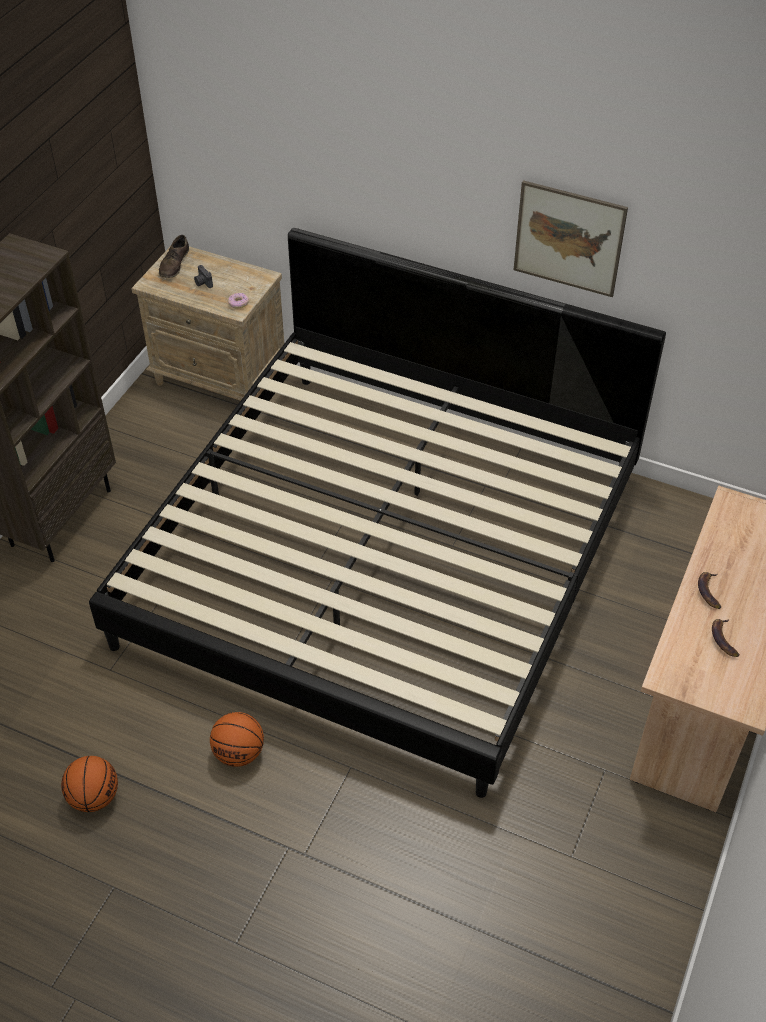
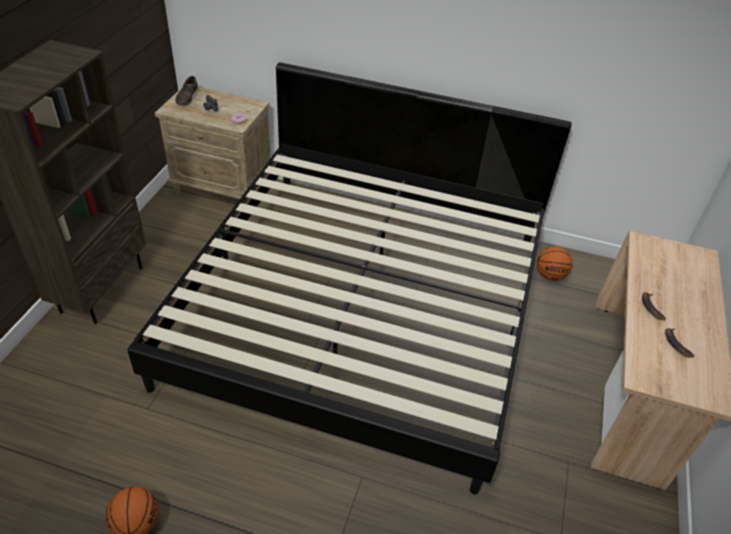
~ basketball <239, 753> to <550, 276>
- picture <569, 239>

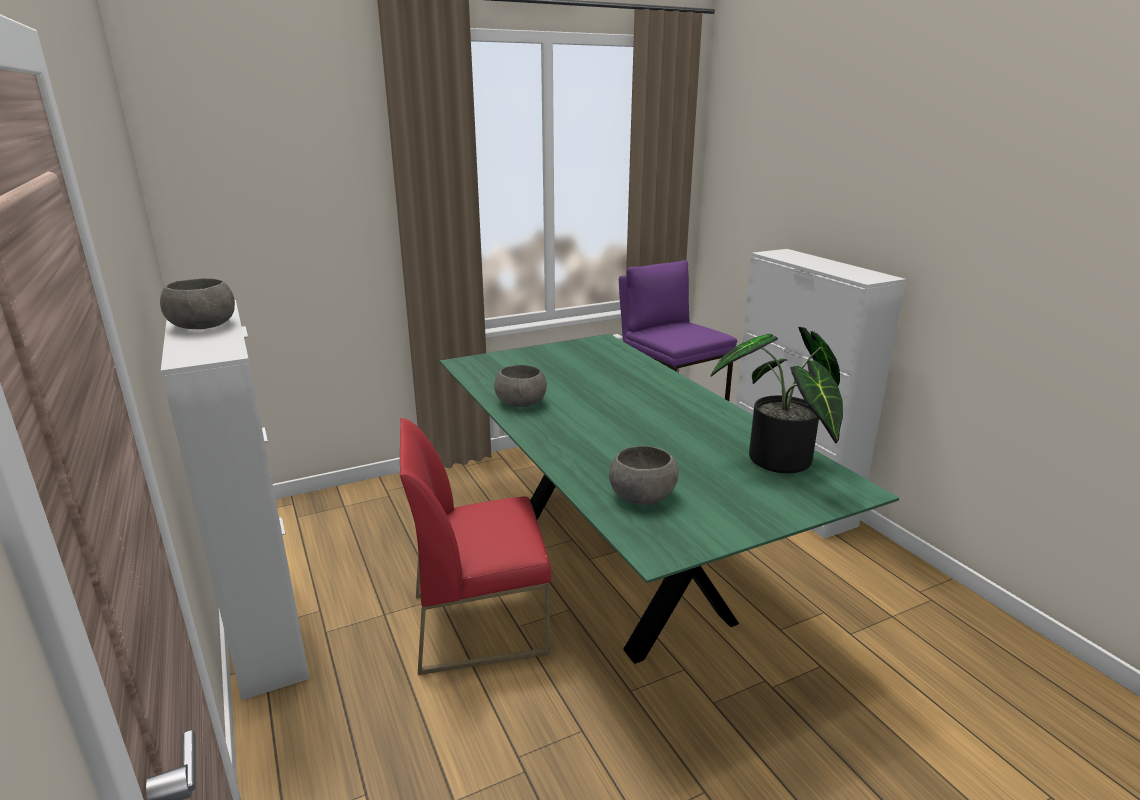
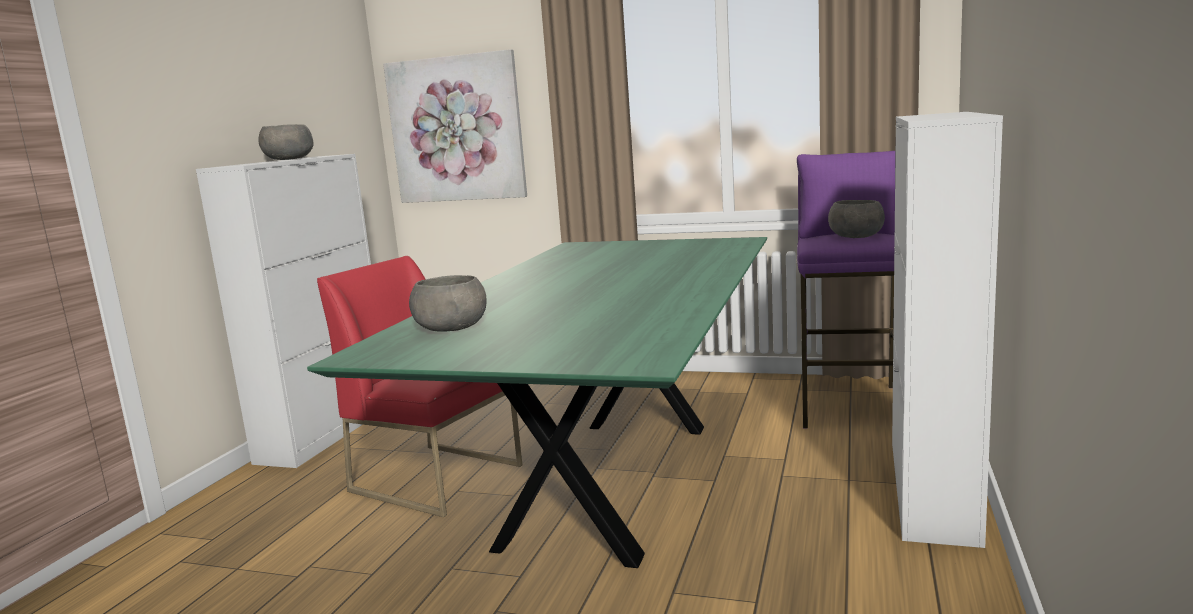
+ picture <456, 129>
~ grey bowl <521, 402> to <856, 236>
- potted plant <779, 463>

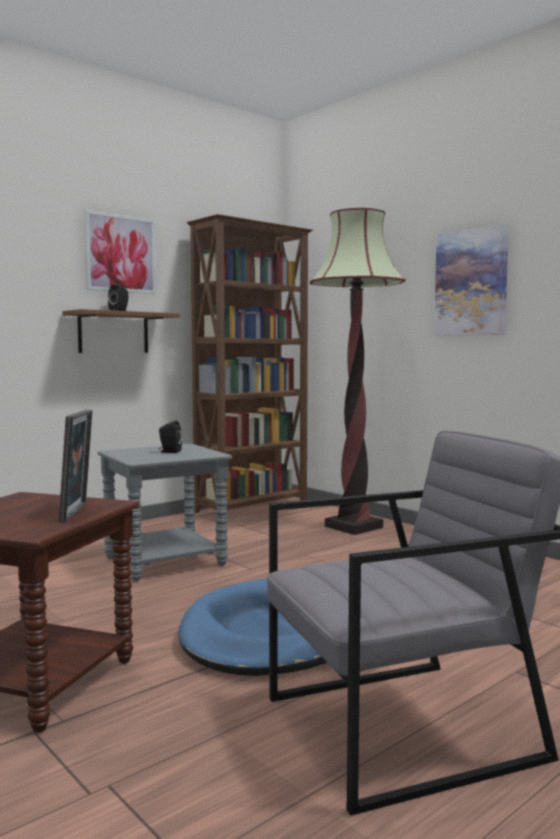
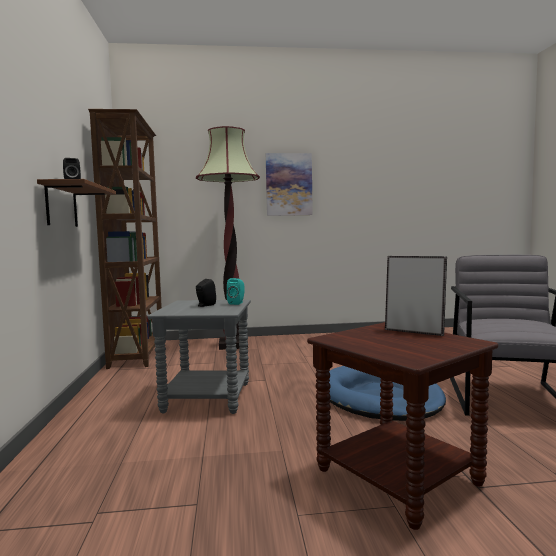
+ turquoise speaker <237, 303>
- picture <120, 254>

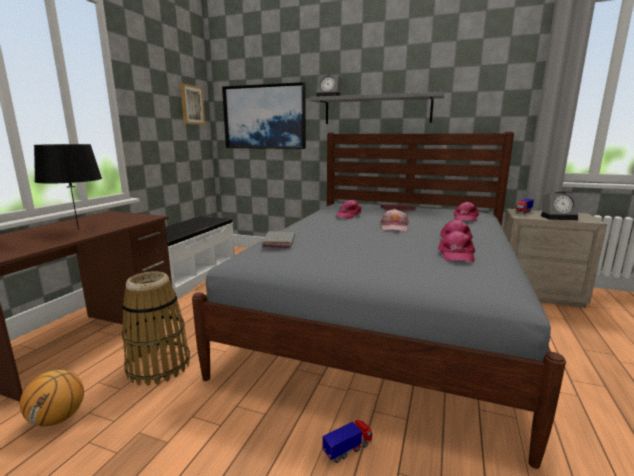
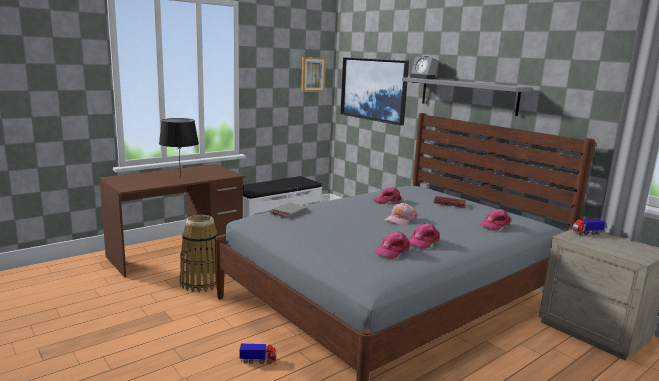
- basketball <58, 418>
- alarm clock <558, 217>

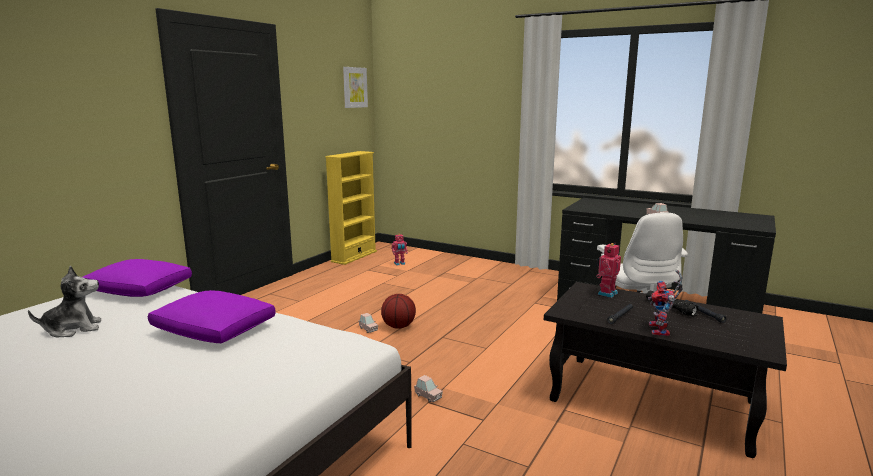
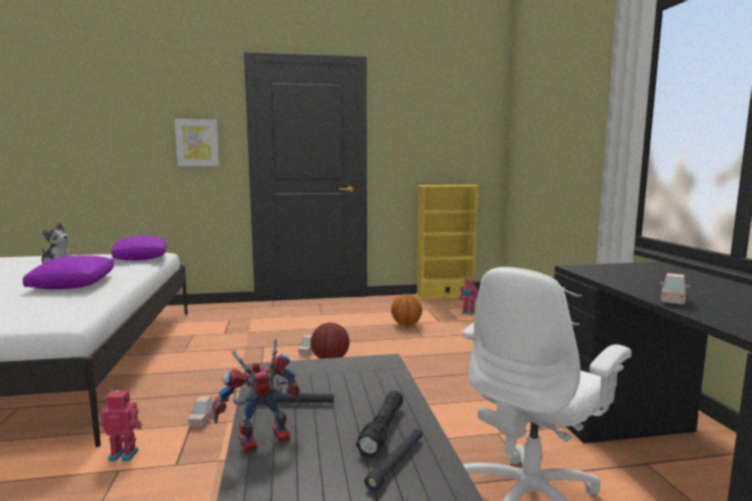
~ toy robot <606, 293> to <124, 454>
~ picture <354, 87> to <197, 142>
+ basketball <406, 324>

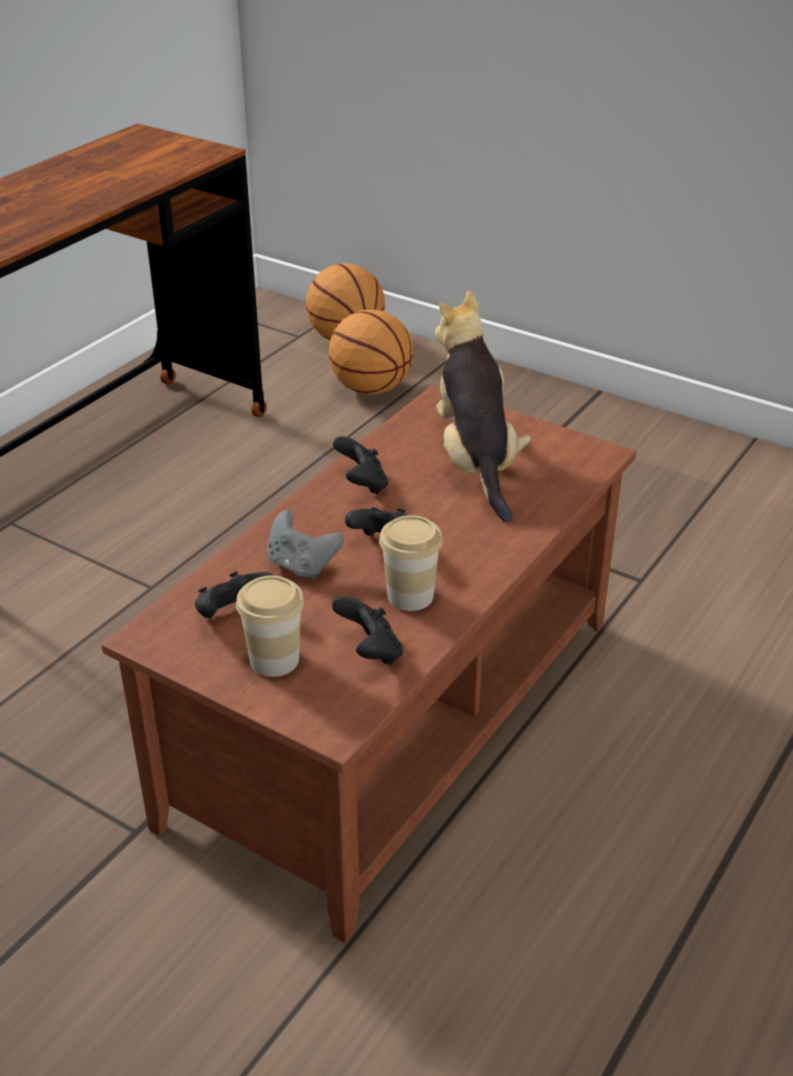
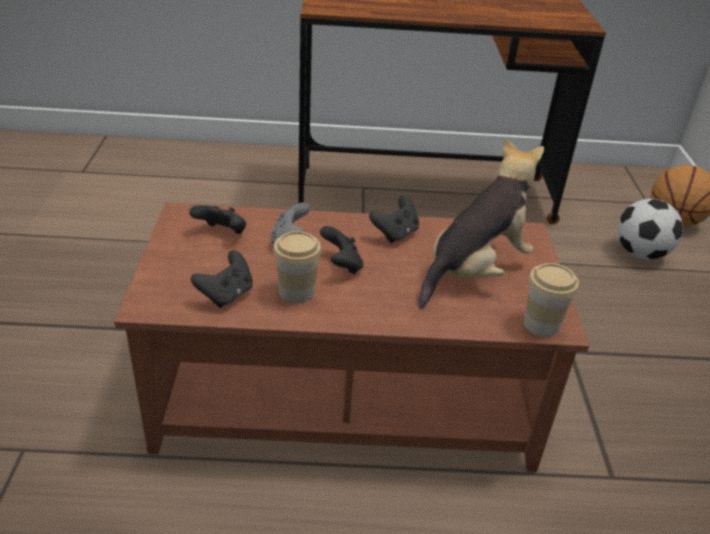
~ cup <274, 660> to <541, 325>
~ basketball <372, 389> to football <640, 253>

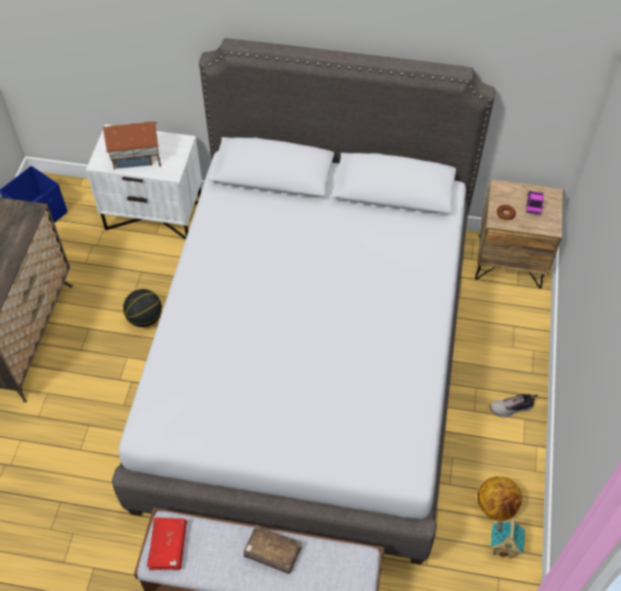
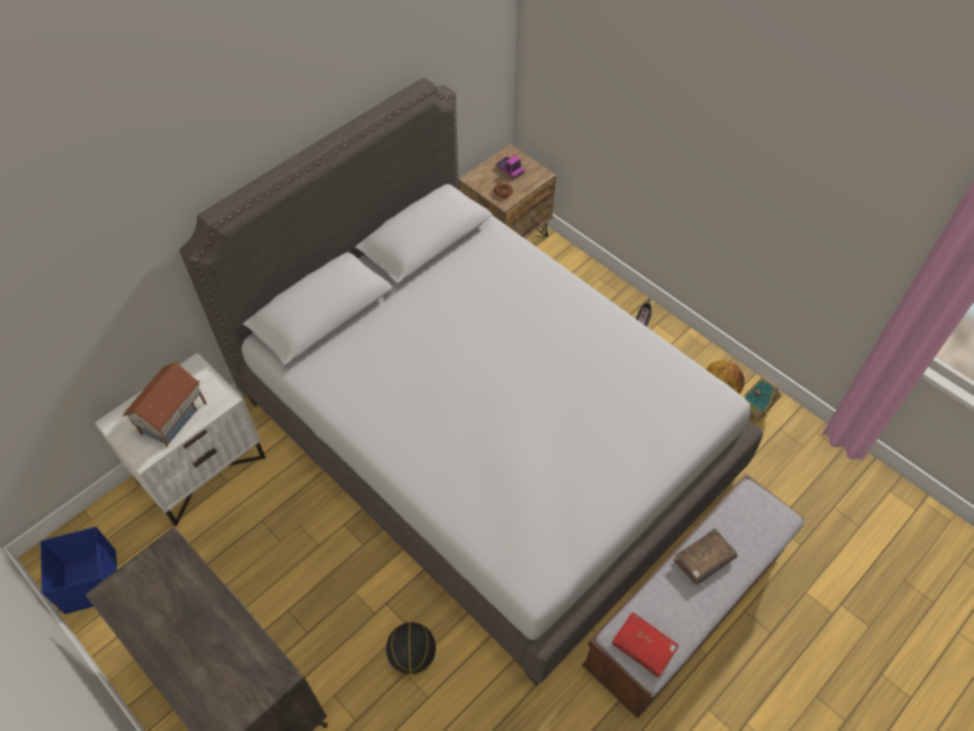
~ basketball <145, 318> to <412, 655>

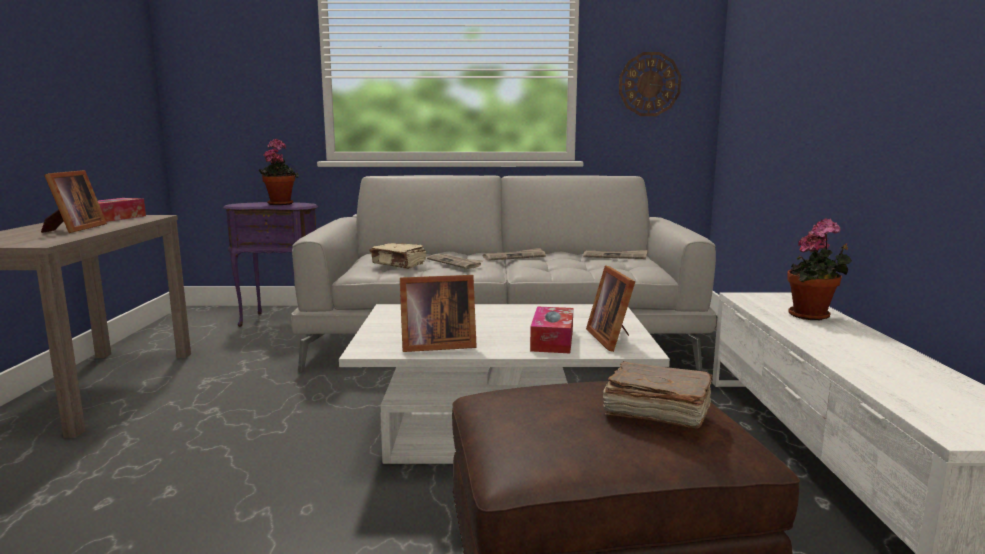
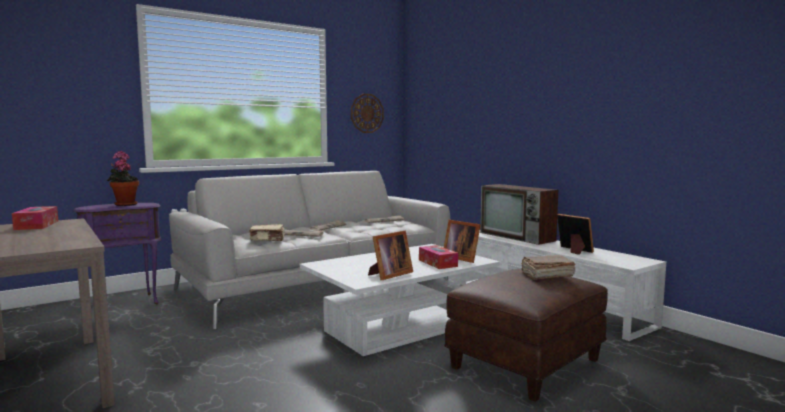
~ potted plant <812, 316> to television <518, 237>
~ picture frame <74, 229> to <573, 250>

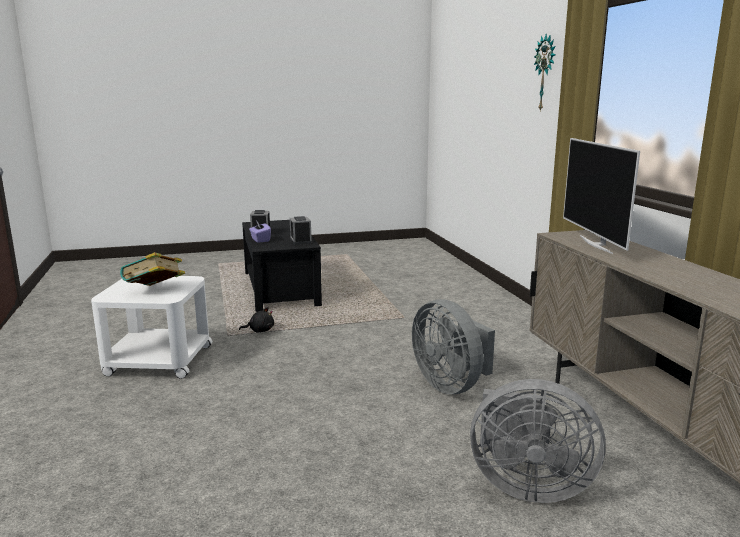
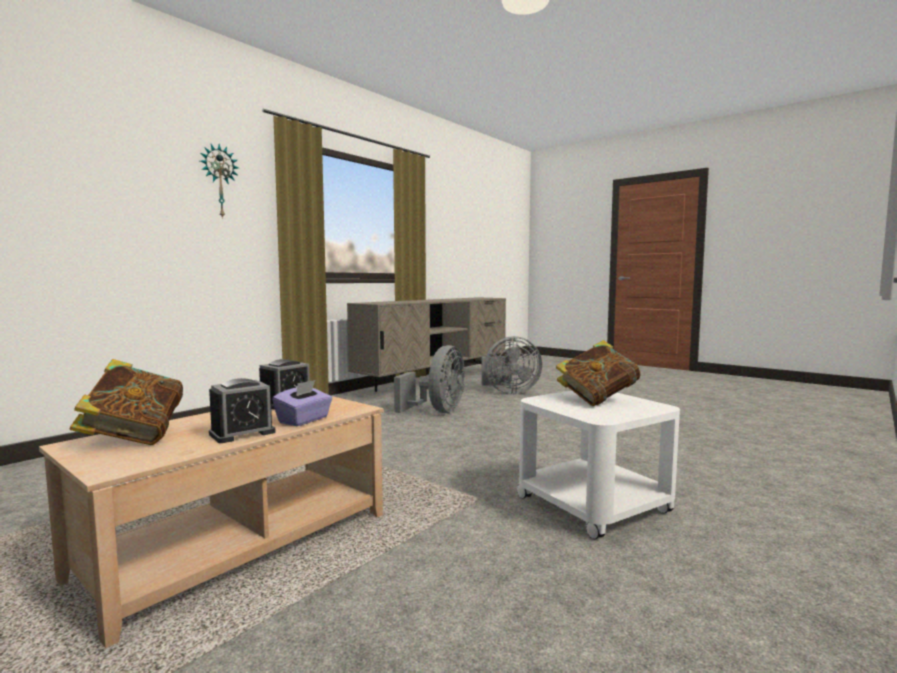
~ black coffee table <281, 289> to beige coffee table <238, 544>
+ book <134, 438>
~ grey fan <526, 486> = <509, 392> 105 degrees clockwise
- black plush toy <260, 330>
- television <596, 244>

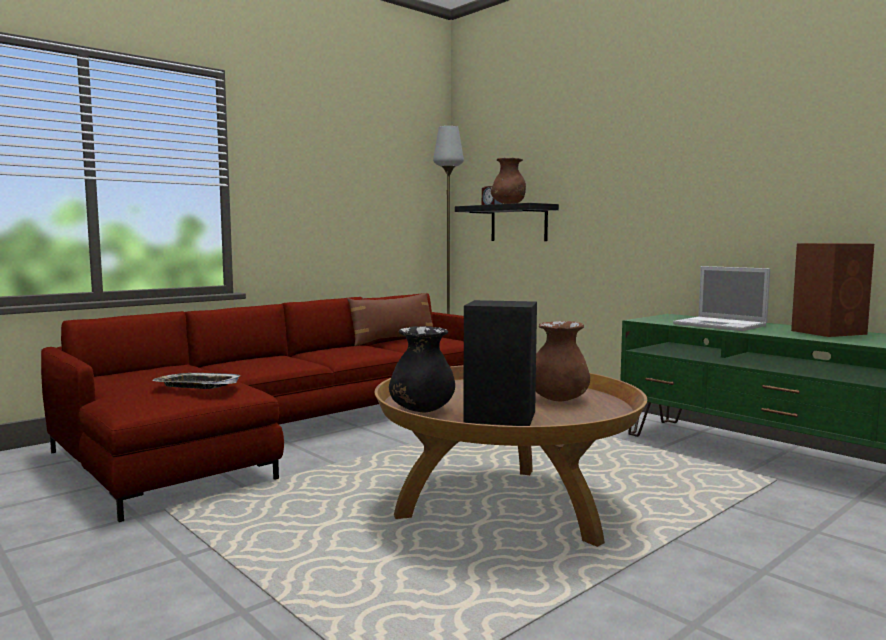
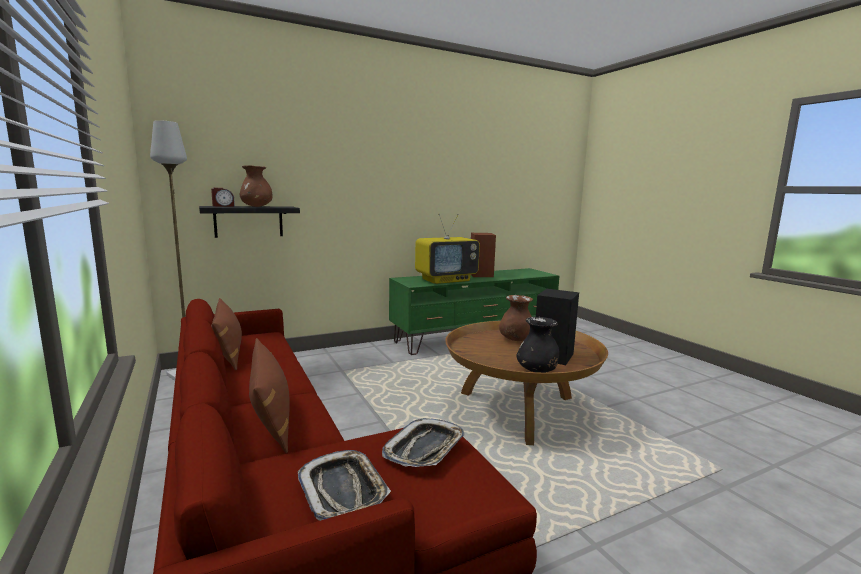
+ brown pillow <271, 418>
+ tray <343, 490>
~ laptop <721, 325> to television <446, 280>

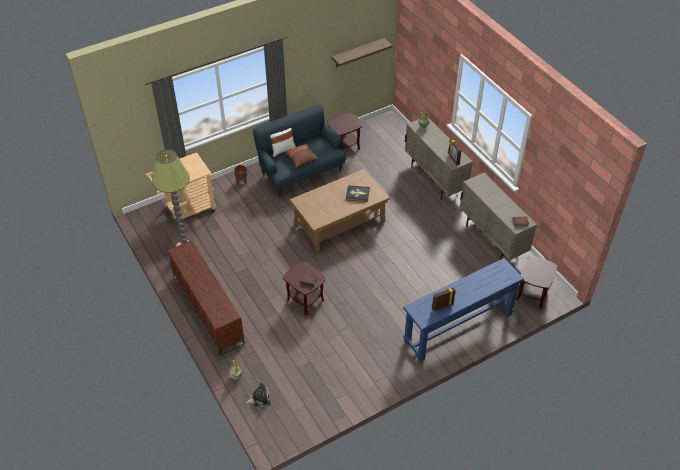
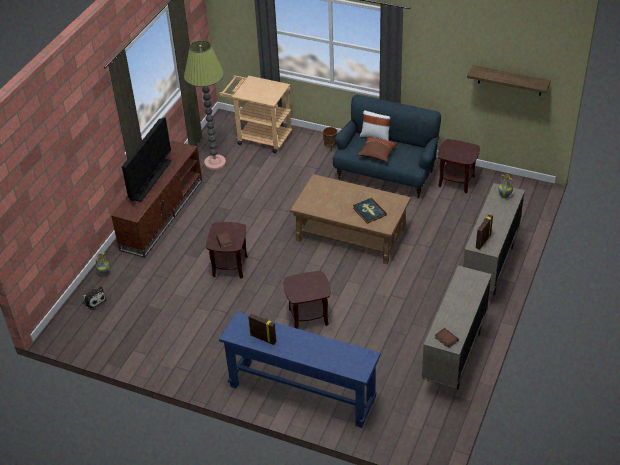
+ television <151, 179>
~ brown side table <532, 294> to <308, 317>

